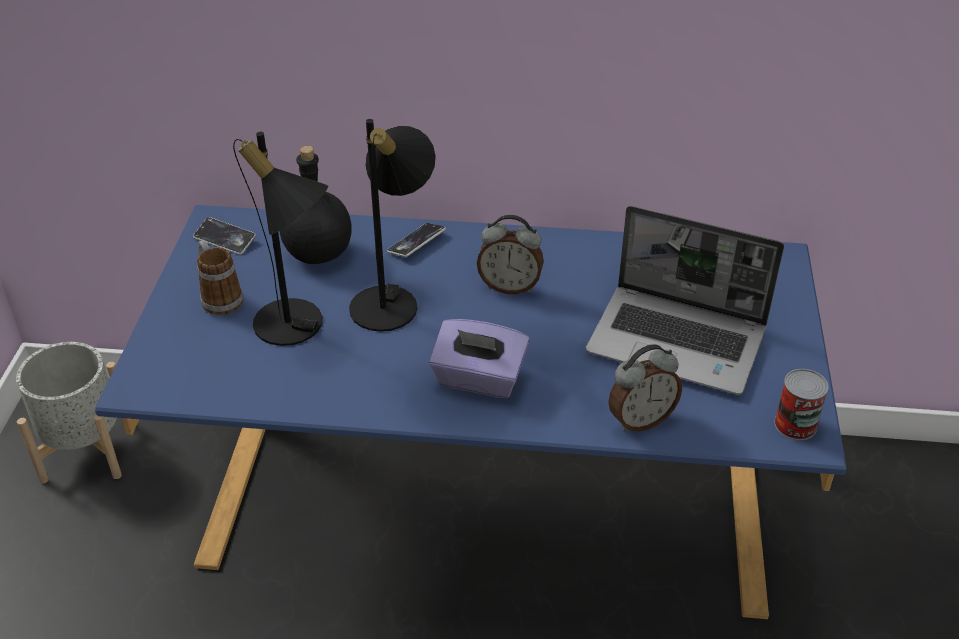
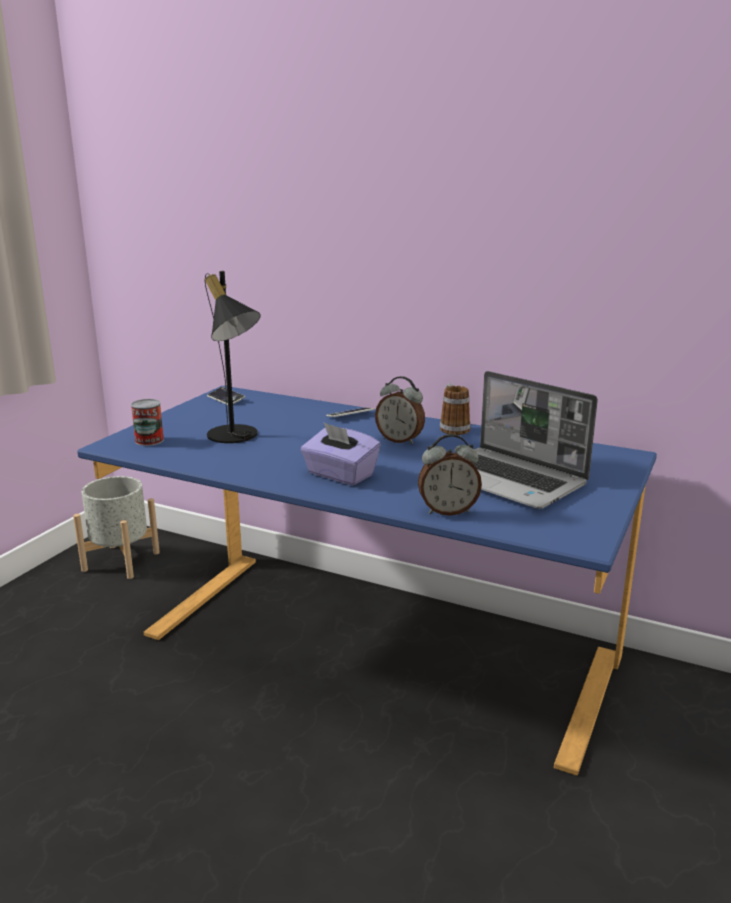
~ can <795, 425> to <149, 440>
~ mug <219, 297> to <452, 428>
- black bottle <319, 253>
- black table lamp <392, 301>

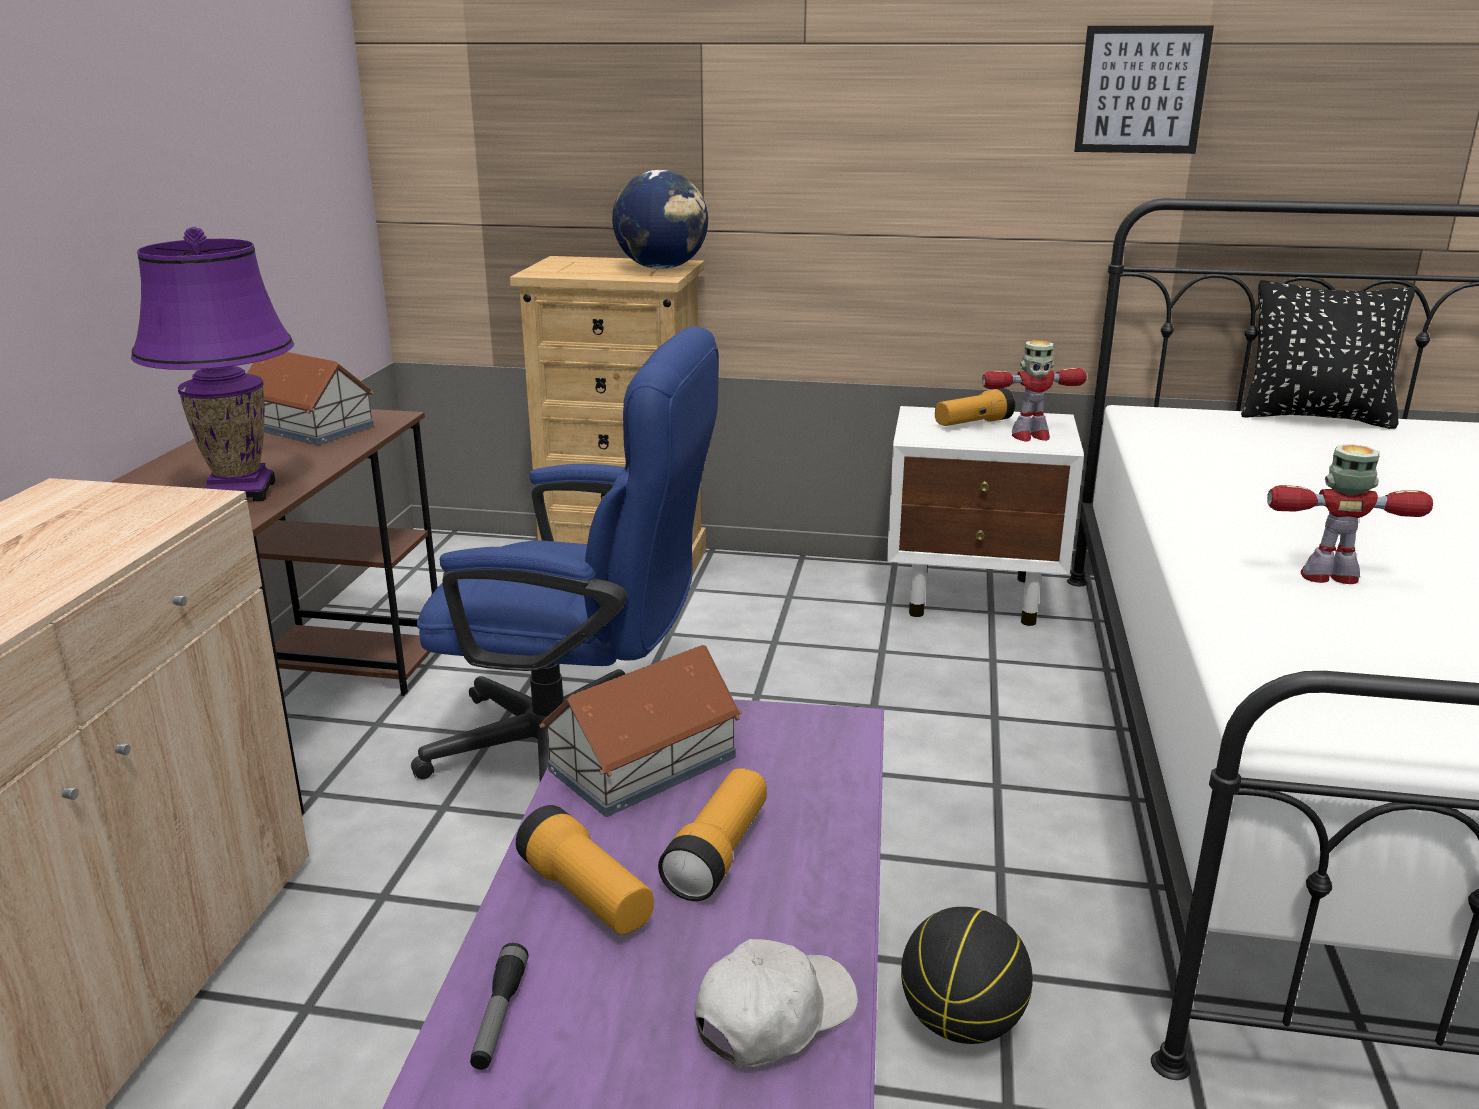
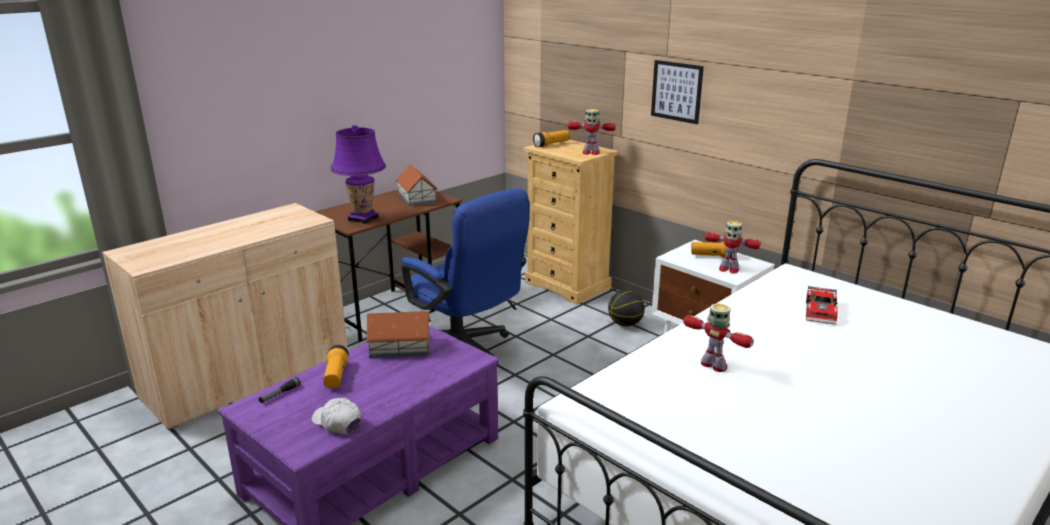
~ white cap <774, 1016> = <337, 422> 135 degrees counterclockwise
~ flashlight <718, 854> to <551, 144>
~ globe <662, 268> to toy robot <590, 153>
~ basketball <962, 1023> to <625, 324>
~ picture <1141, 90> to <676, 91>
+ toy car <822, 312>
- black pillow <1314, 418>

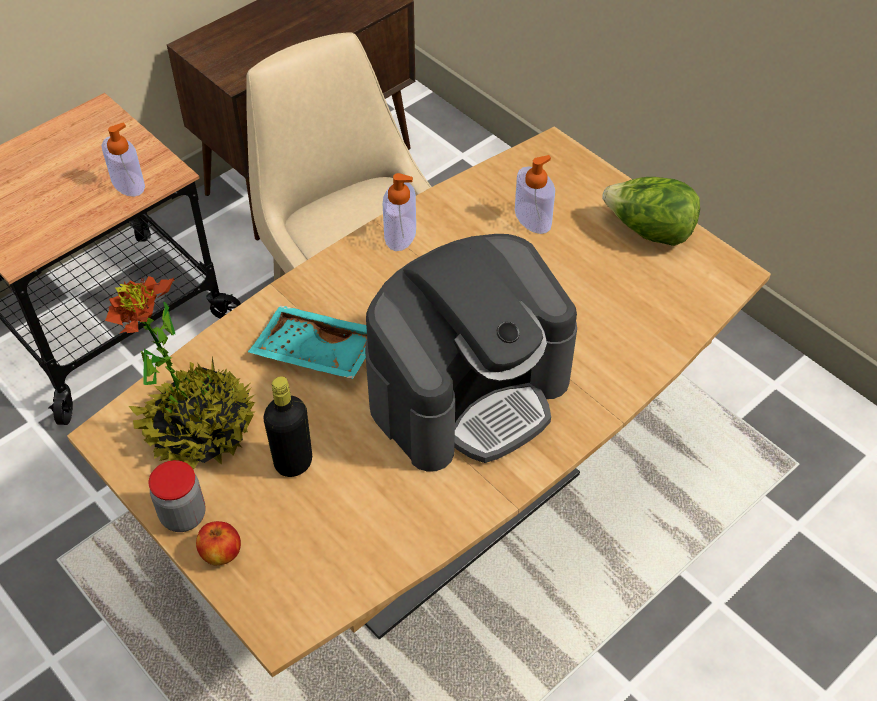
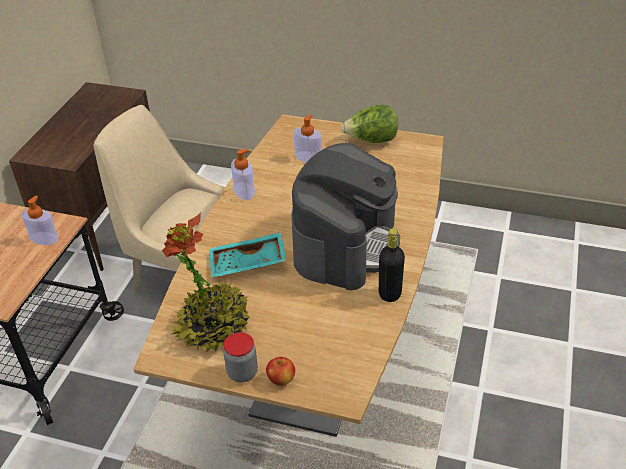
~ black bottle <293, 462> to <389, 294>

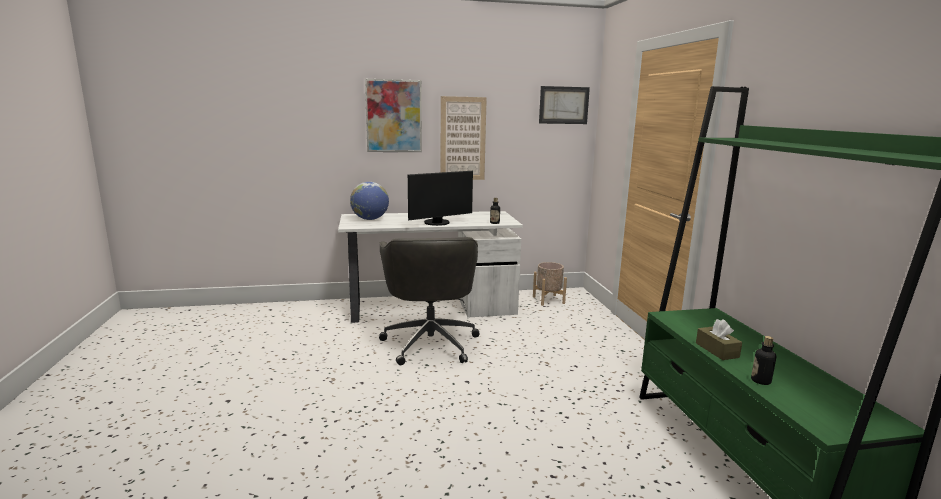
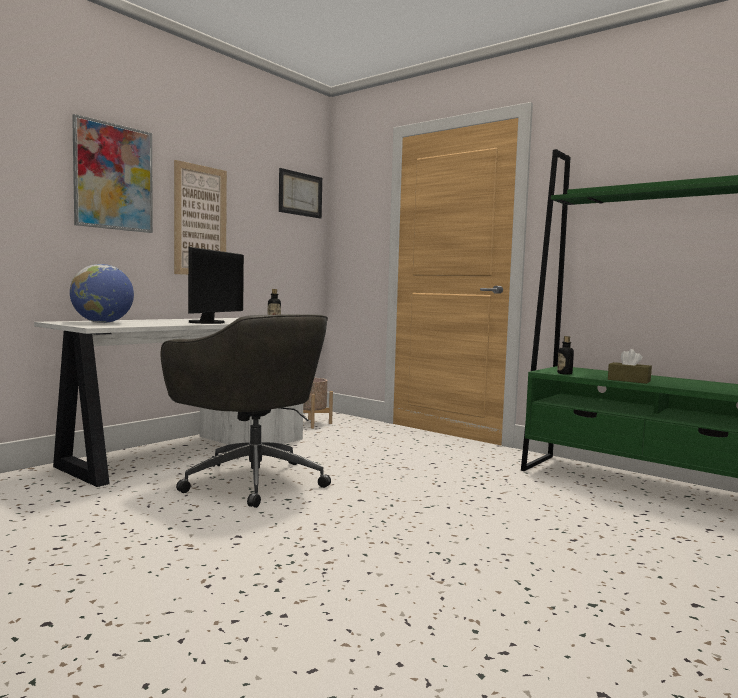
~ bottle <760, 381> to <564, 373>

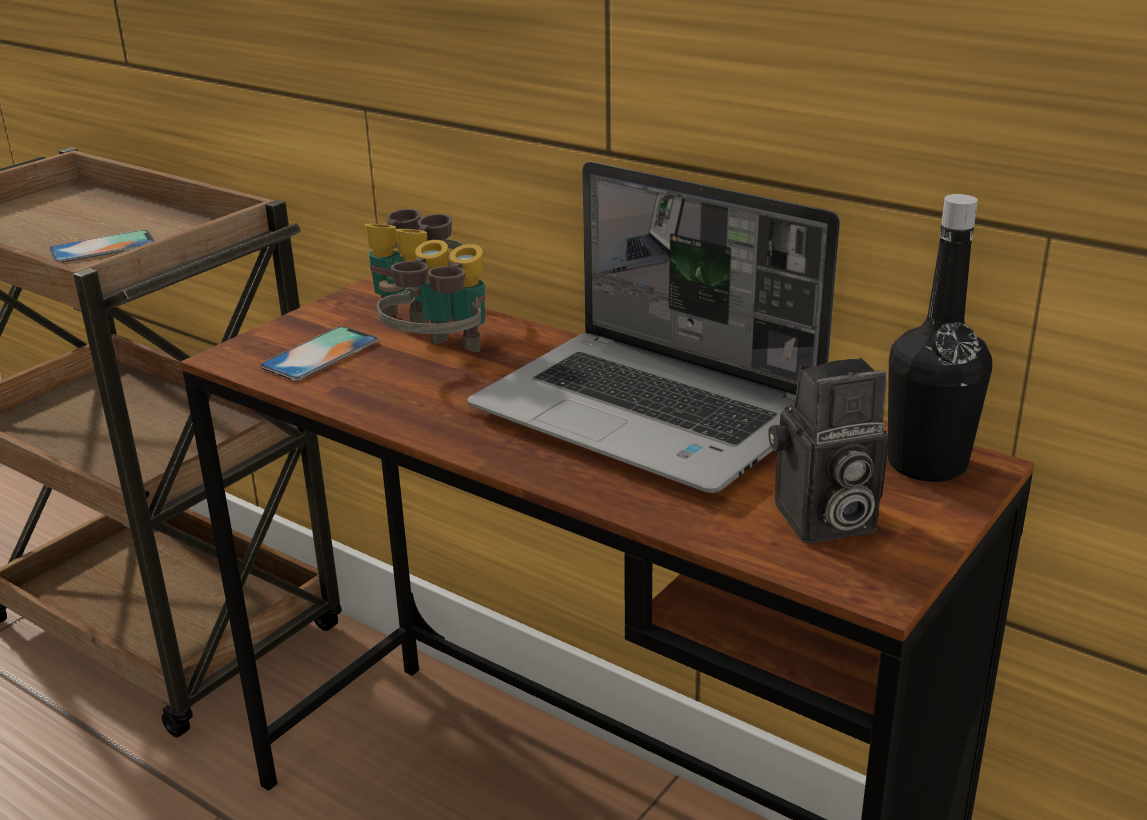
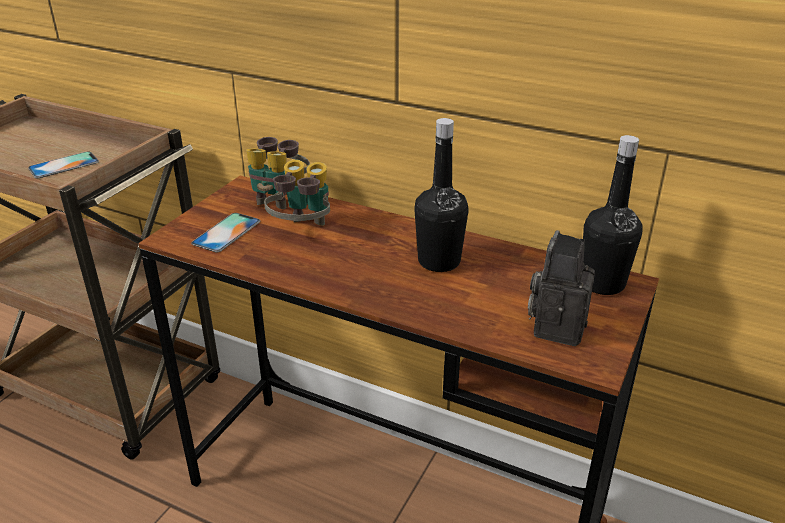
~ laptop <651, 414> to black bottle <439, 261>
~ photo camera <822, 522> = <556, 325> 135 degrees clockwise

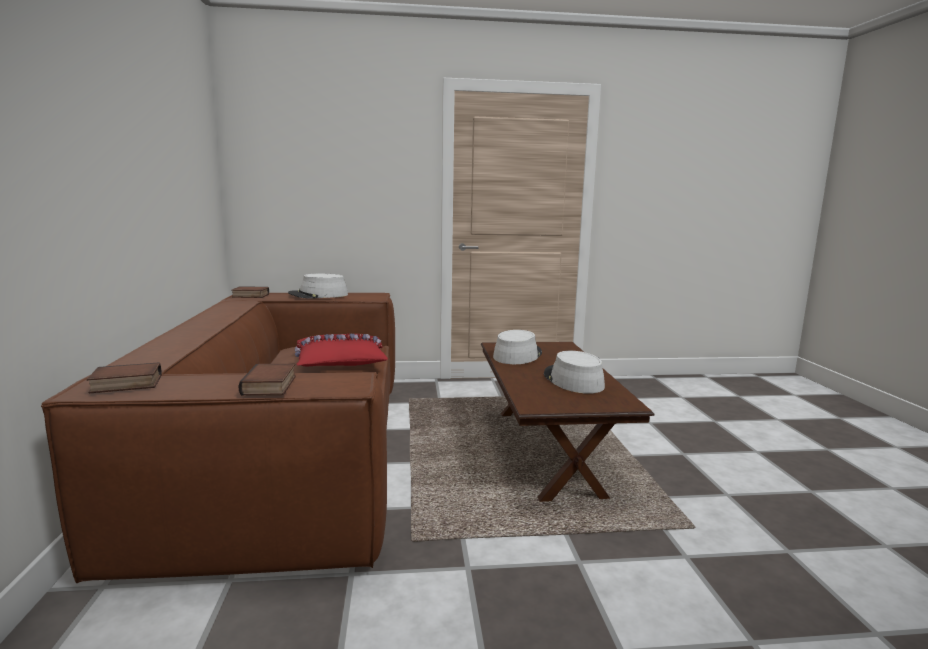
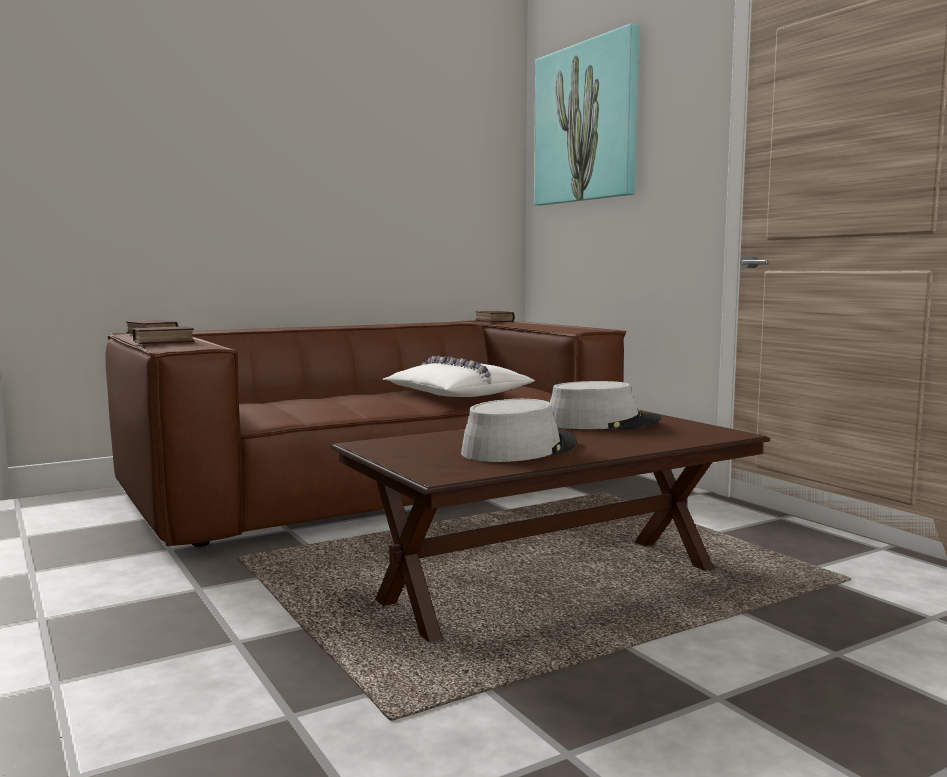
~ red pillow <340, 361> to white pillow <456, 394>
+ picture <586, 123>
- grey hat <318, 295>

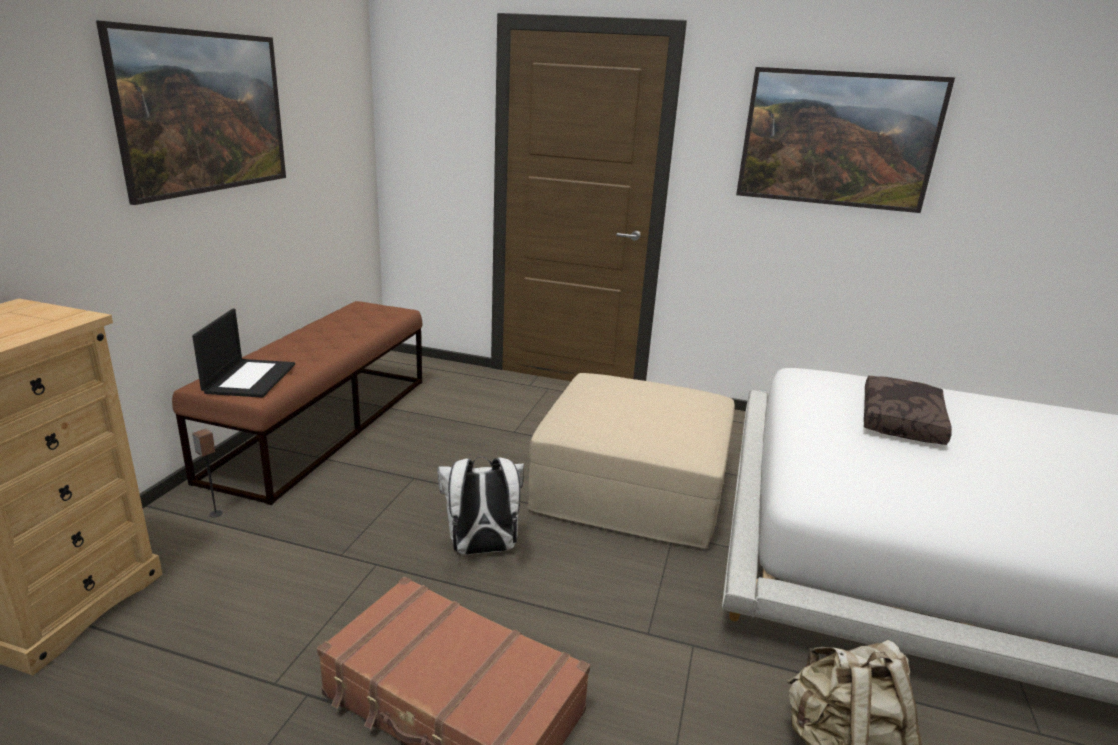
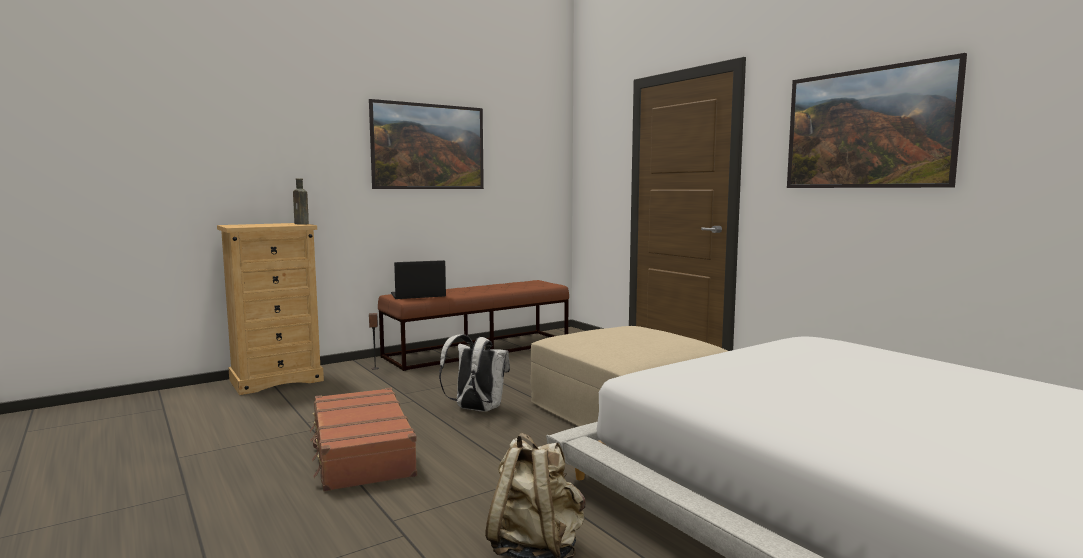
+ brown bottle <302, 224>
~ laptop <249, 378> = <417, 295> 150 degrees counterclockwise
- brown pillow <902, 422>

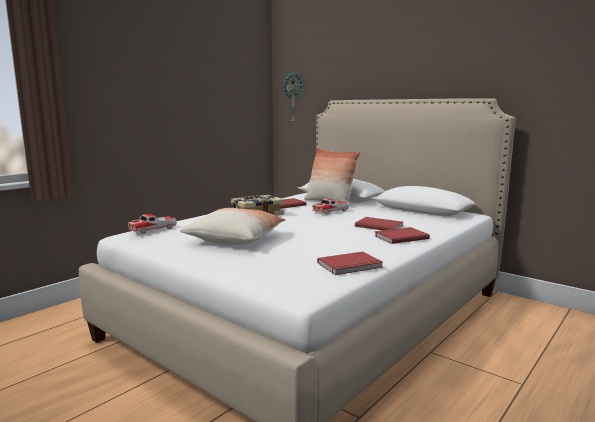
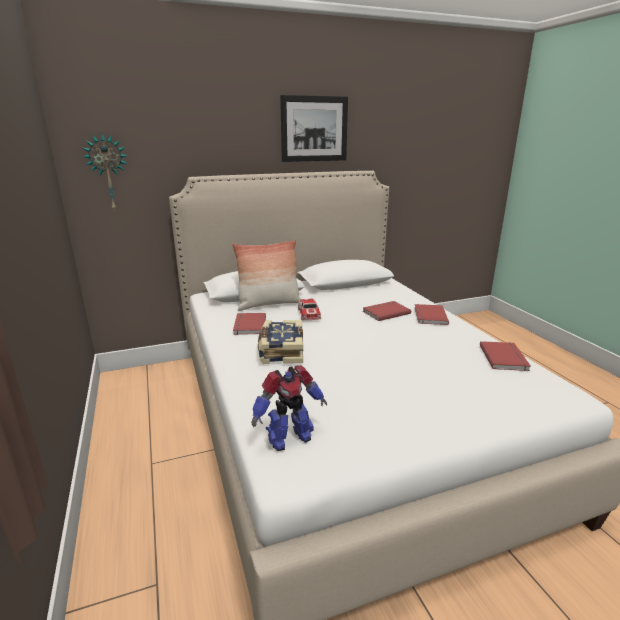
~ toy car <153, 229> to toy robot <288, 438>
+ picture <314, 129>
- pillow <235, 239>

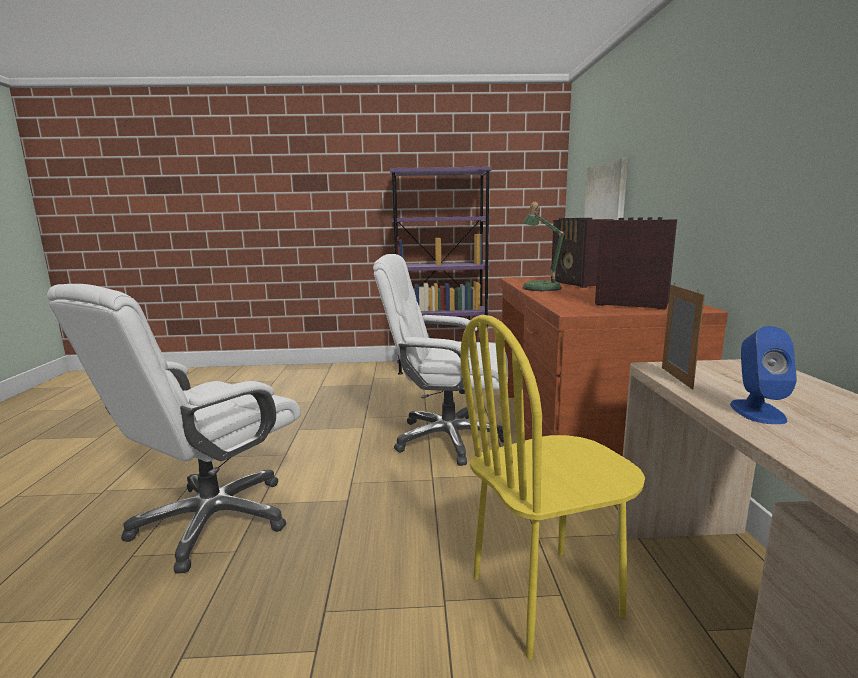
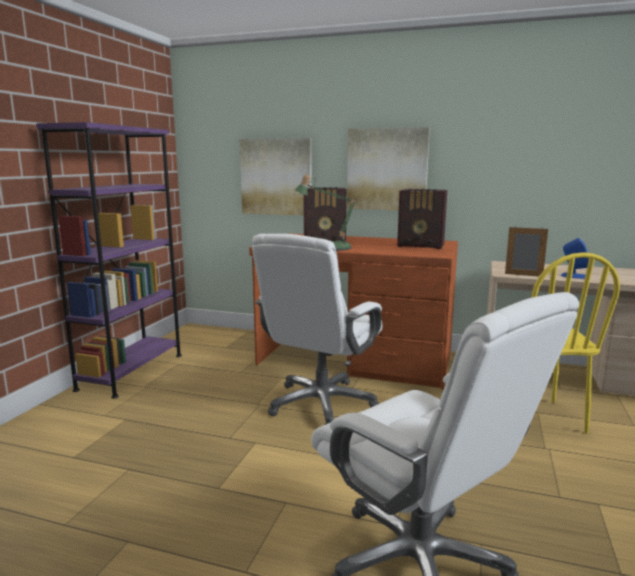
+ picture <387, 169>
~ radio <630, 303> = <421, 246> 120 degrees counterclockwise

